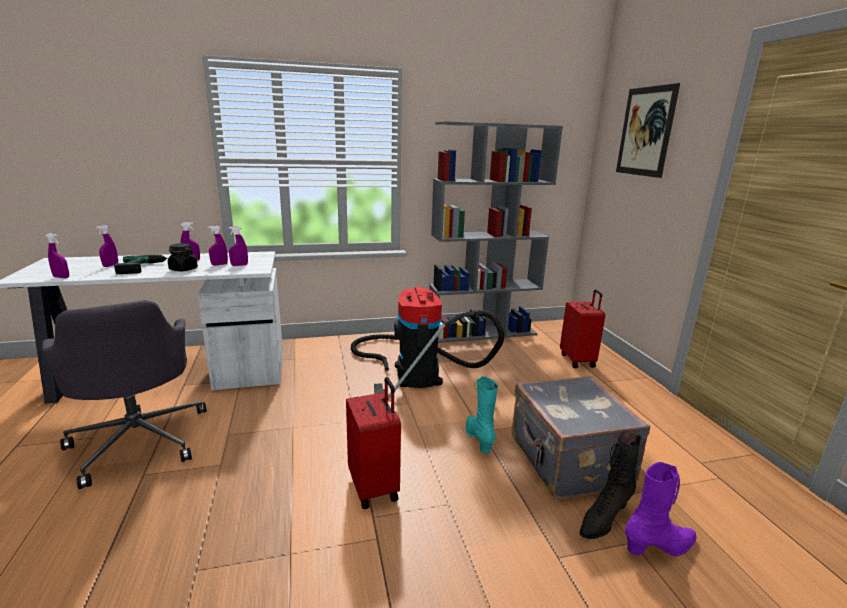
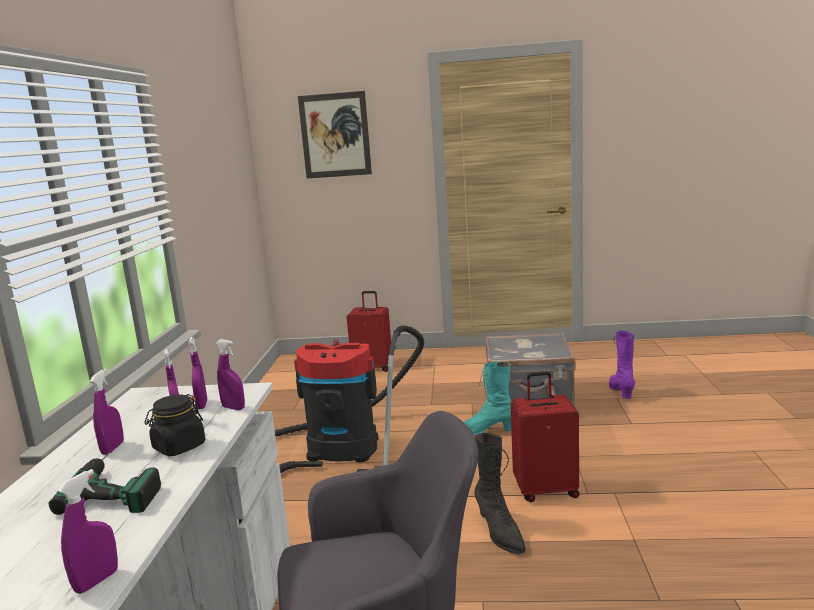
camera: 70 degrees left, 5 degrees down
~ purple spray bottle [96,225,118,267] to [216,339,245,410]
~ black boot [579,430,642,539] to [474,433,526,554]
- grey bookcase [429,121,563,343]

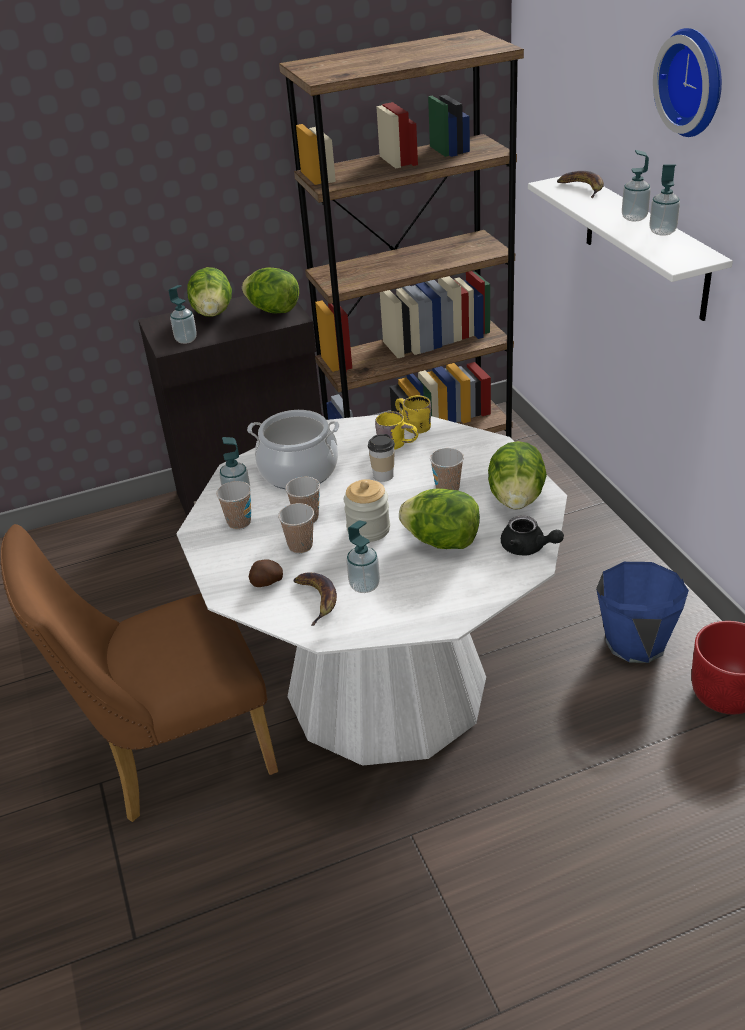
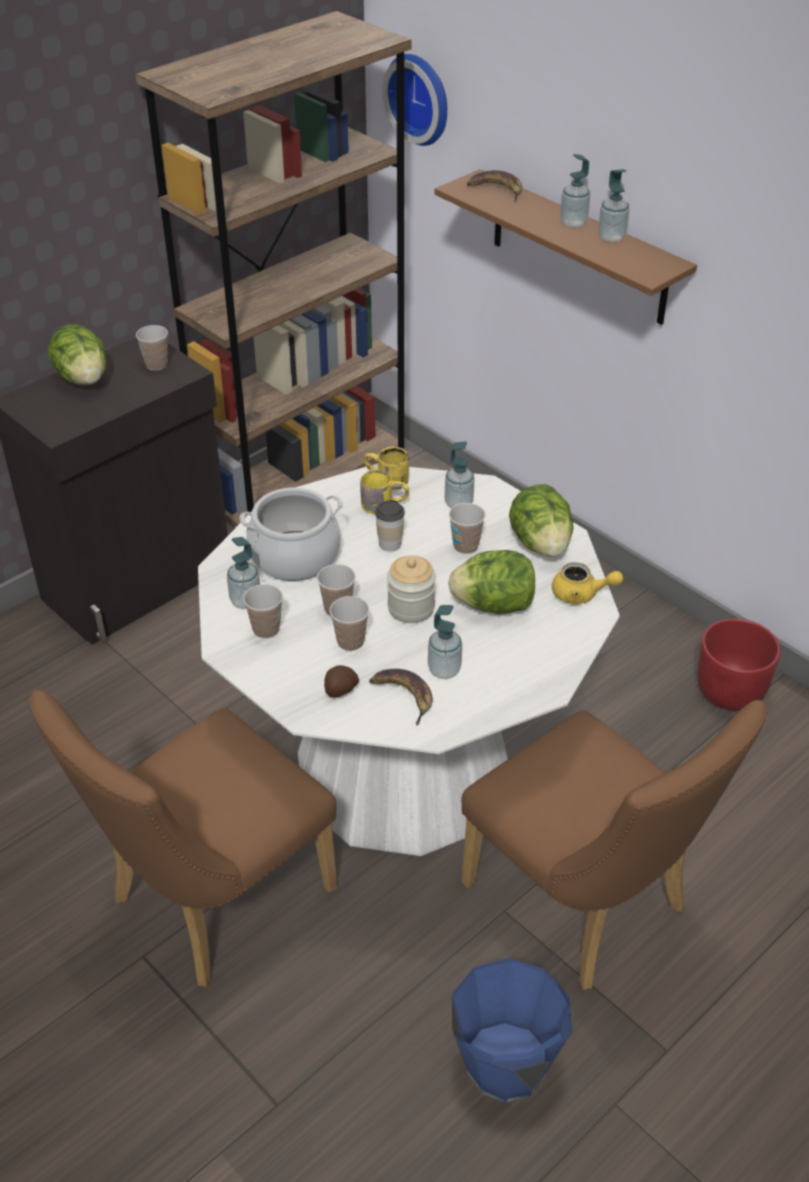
camera: 25 degrees left, 5 degrees up
~ lettuce [242,268,299,313] to cup [136,325,168,371]
~ wall clock [653,28,722,137] to [382,54,447,146]
~ white shelf [528,176,733,321] to brown shelf [434,169,697,325]
~ soap dispenser [169,285,197,344] to [445,441,475,508]
~ blue bucket [596,562,689,663] to [452,958,572,1102]
+ brown chair [461,700,768,990]
~ black teapot [501,516,564,555] to yellow teapot [552,562,623,604]

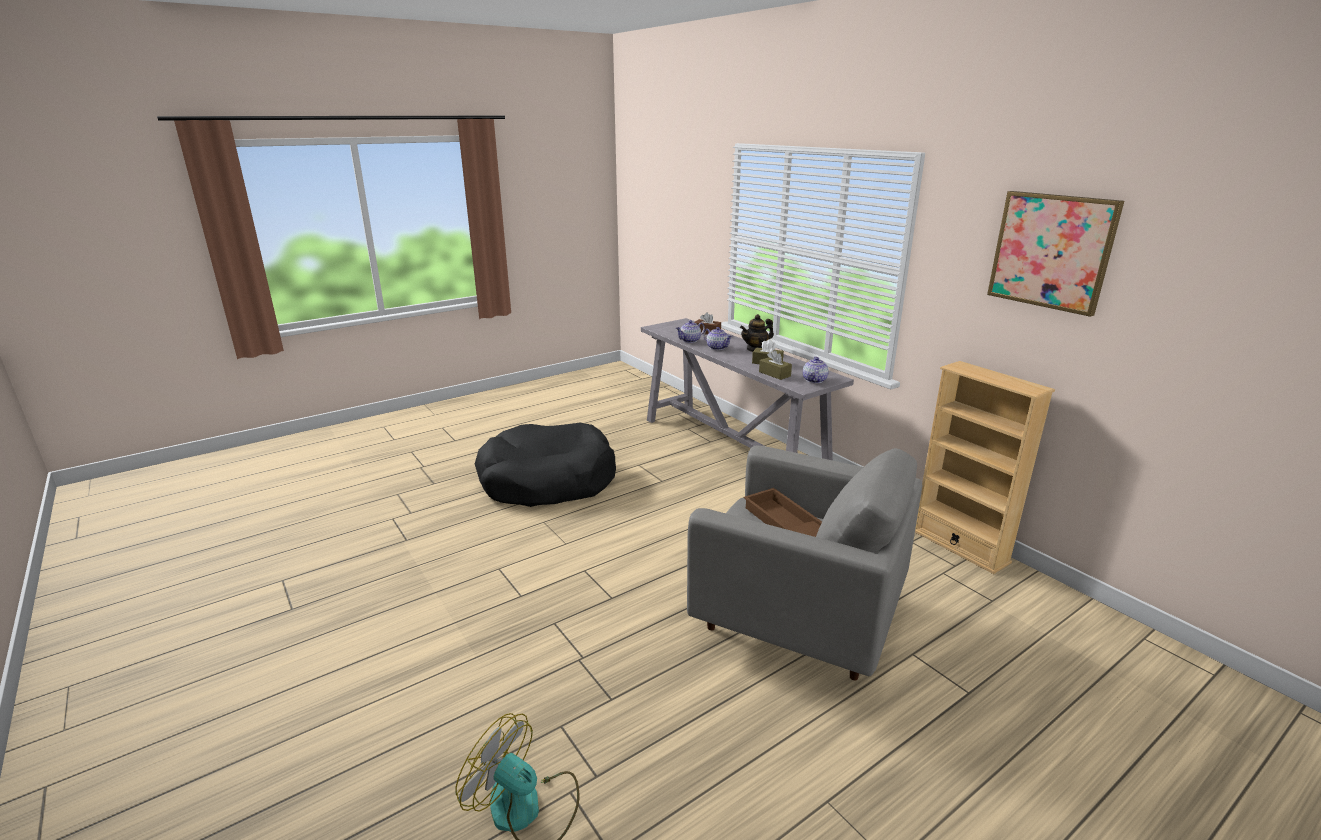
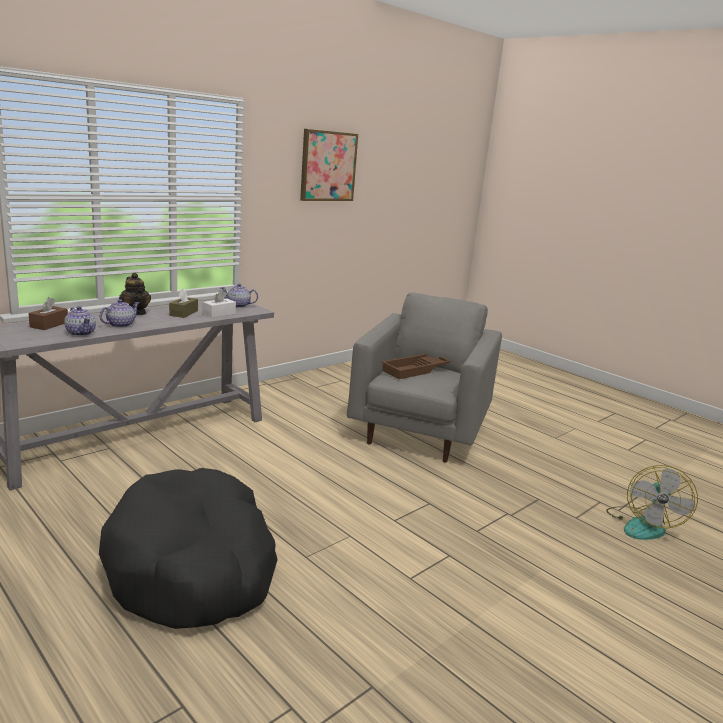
camera: 100 degrees left, 5 degrees down
~ brown tissue box [759,350,792,380] to white tissue box [203,290,236,318]
- beige bookcase [915,361,1055,574]

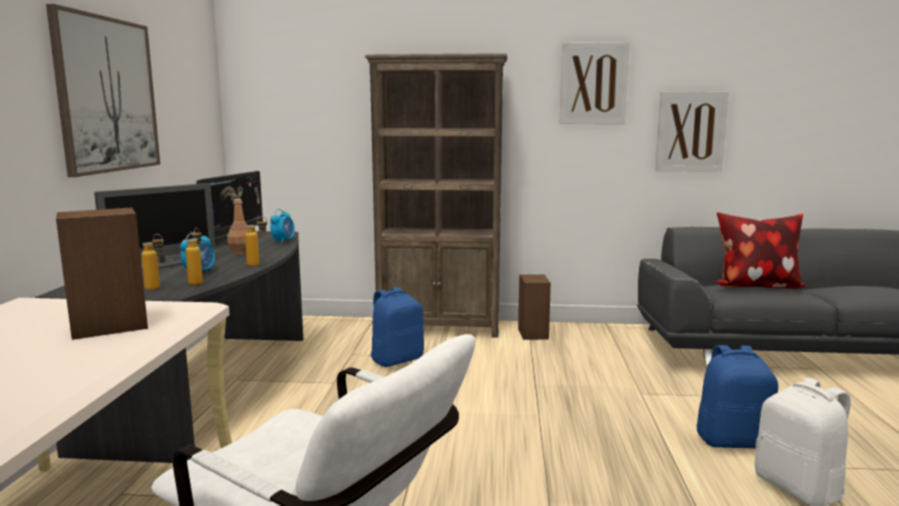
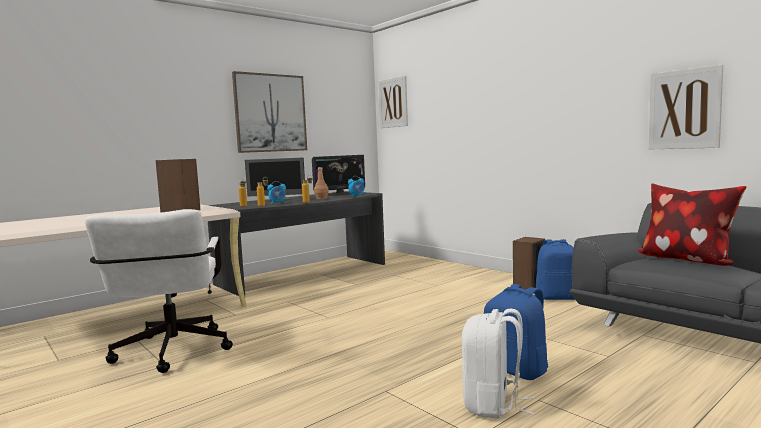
camera: 45 degrees right, 5 degrees down
~ picture [559,42,630,124] to [379,76,408,128]
~ blue backpack [371,287,424,367] to [536,239,575,300]
- brown bookcase [365,53,507,338]

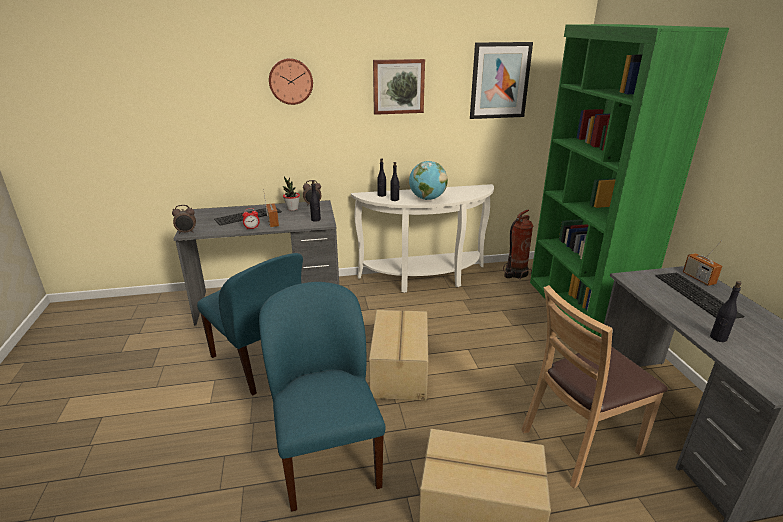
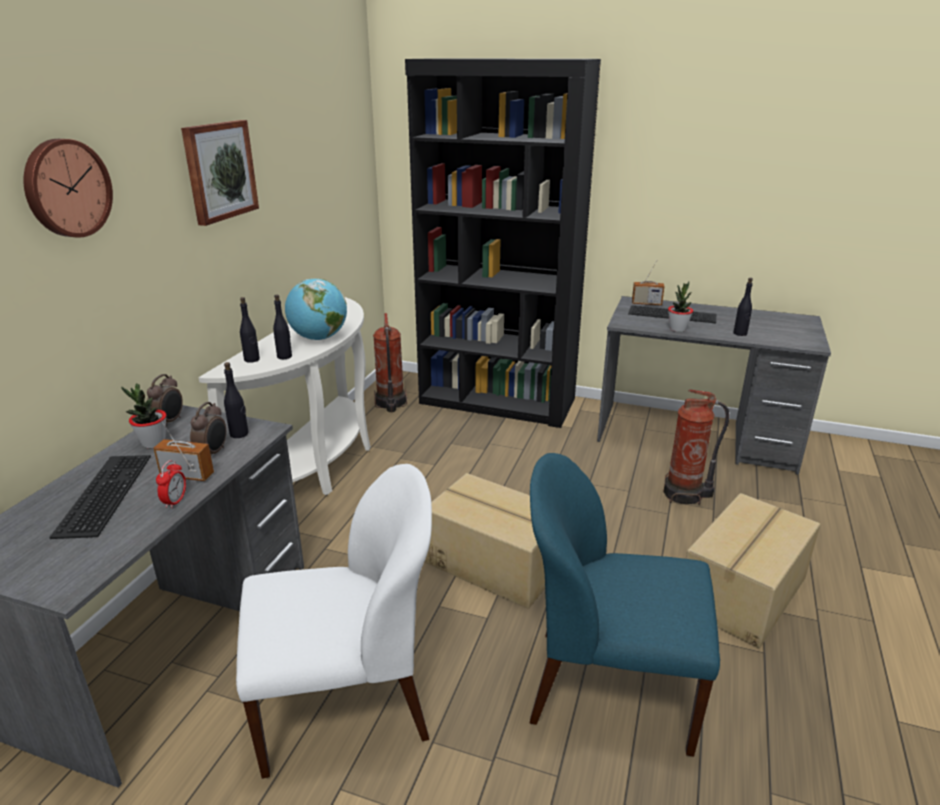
camera: 60 degrees left, 0 degrees up
~ alarm clock [172,205,196,234] to [190,402,226,455]
~ blue chair [197,253,303,395] to white chair [236,464,432,779]
~ green bookcase [530,24,729,337] to black bookcase [405,58,601,428]
~ brown chair [521,285,668,489] to fire extinguisher [664,389,730,505]
+ potted plant [668,282,693,332]
- picture [470,42,533,119]

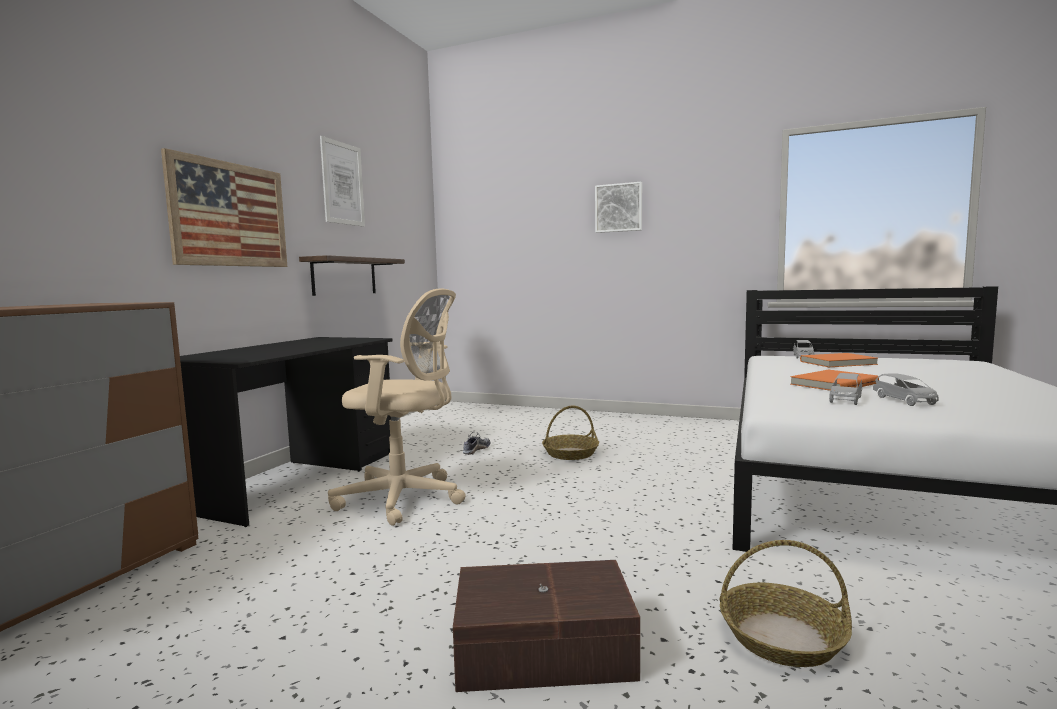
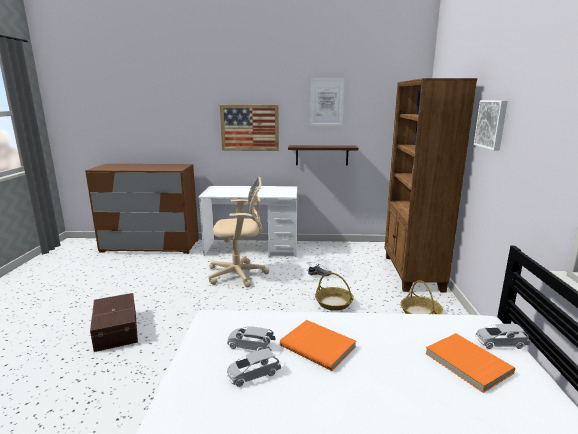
camera: 70 degrees right, 10 degrees up
~ black desk [180,337,393,527] to white desk [198,186,297,257]
~ beige office chair [328,289,466,526] = [208,177,269,287] 90 degrees counterclockwise
+ brown bookcase [385,78,477,292]
~ basket [719,540,852,667] to [400,280,443,314]

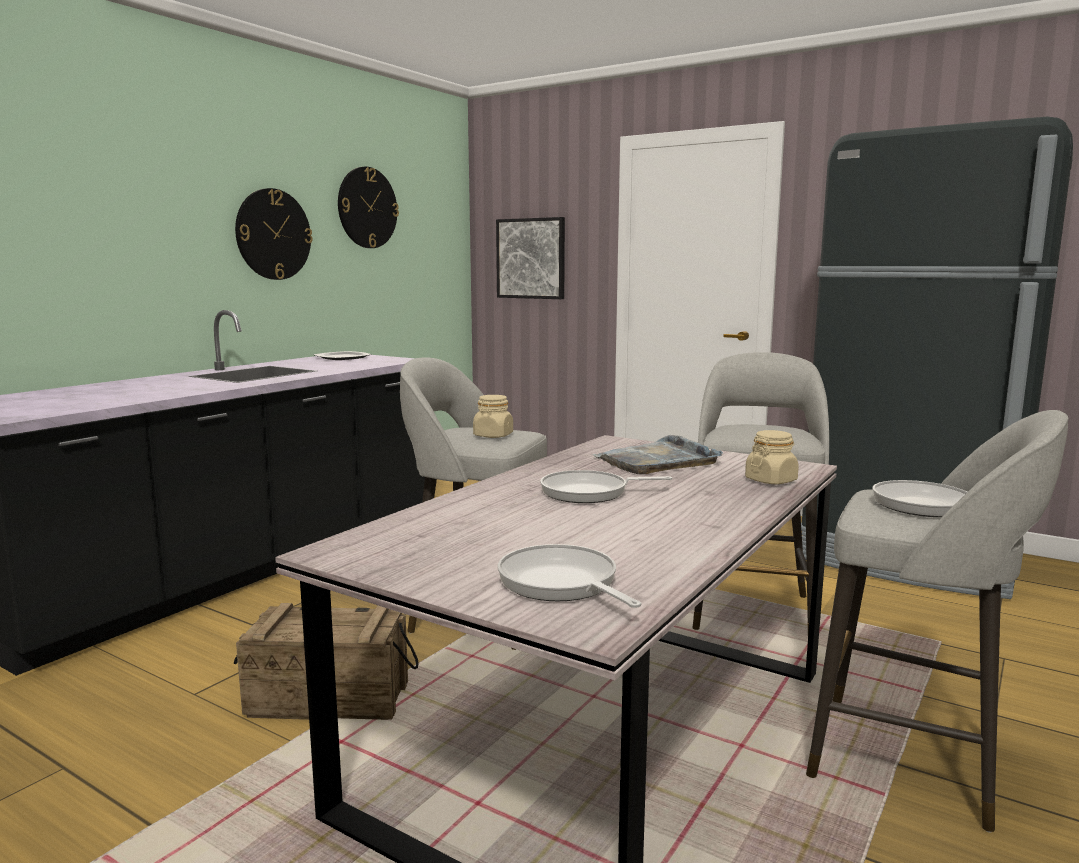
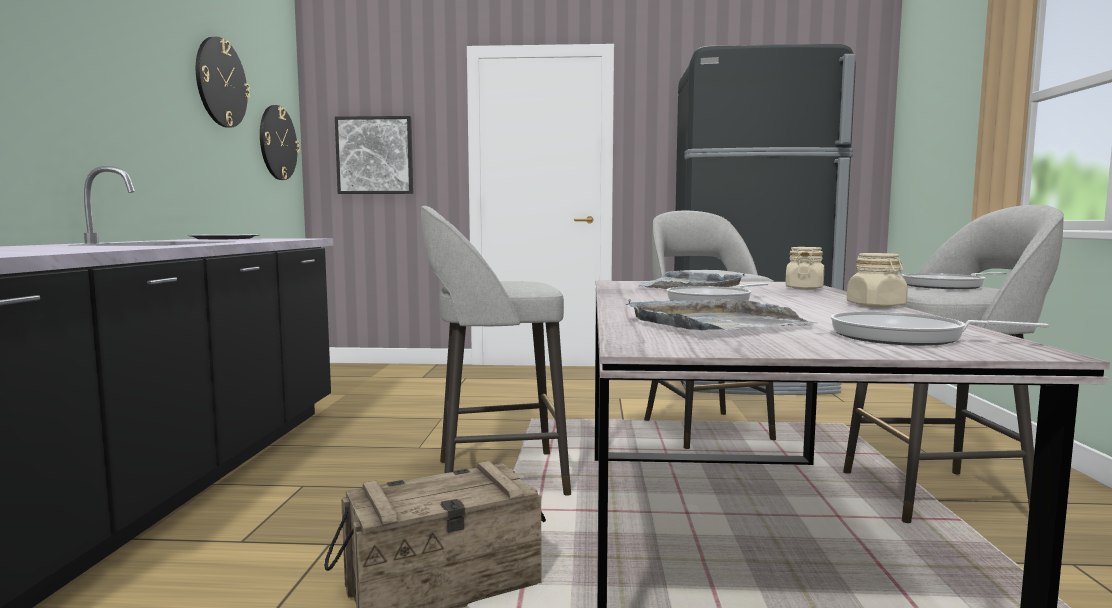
camera: 30 degrees left, 5 degrees down
~ wall clock [235,188,313,280] to [260,105,300,180]
+ grey tray [625,298,817,330]
~ beige jar [473,395,513,438] to [847,253,908,308]

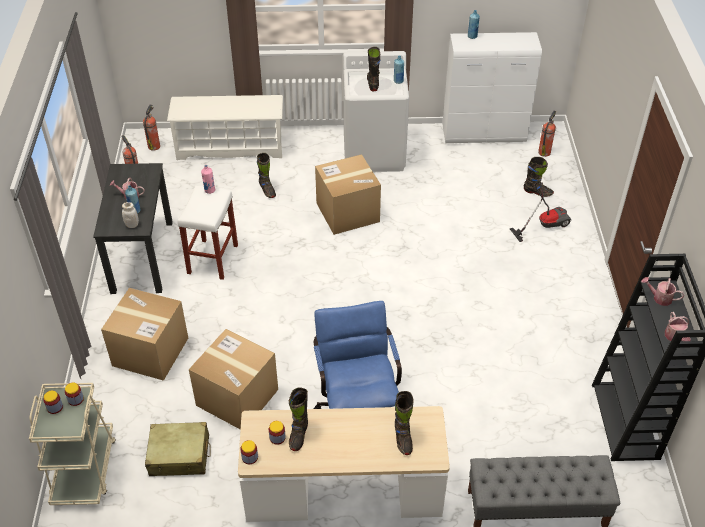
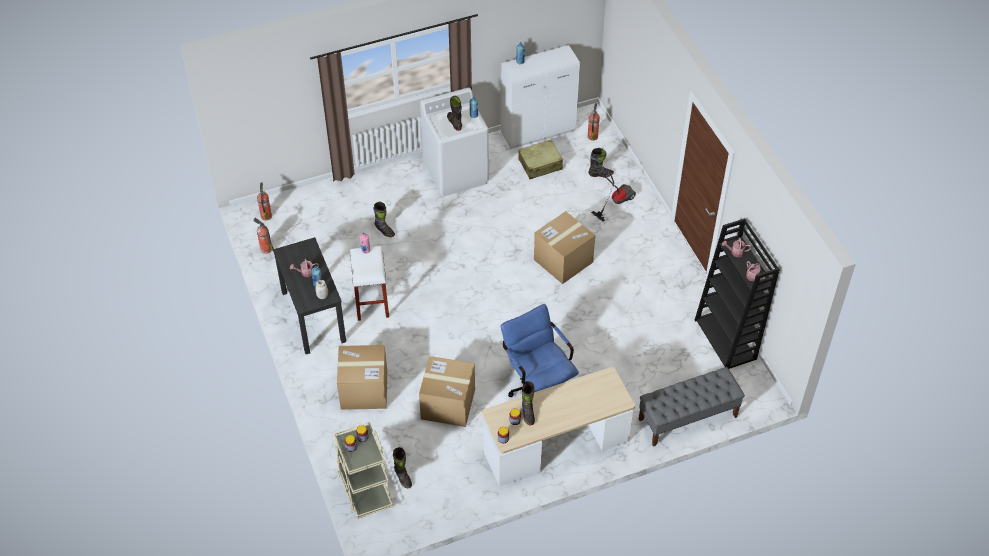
camera: 20 degrees left, 5 degrees up
~ black boot [395,391,414,455] to [393,447,412,488]
~ beige suitcase [145,422,211,476] to [518,140,563,179]
~ cardboard box [315,154,381,235] to [534,211,595,284]
- white shoe rack [167,95,283,160]

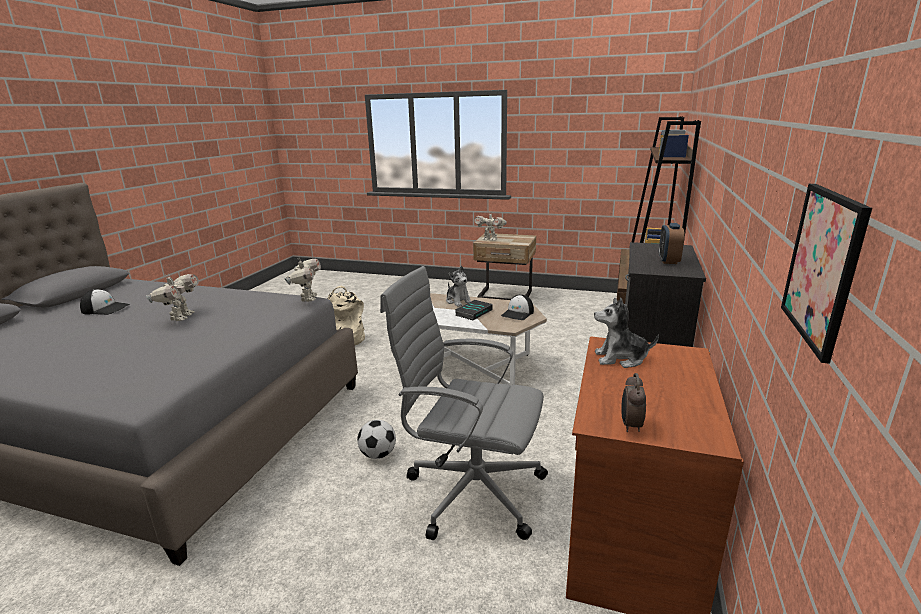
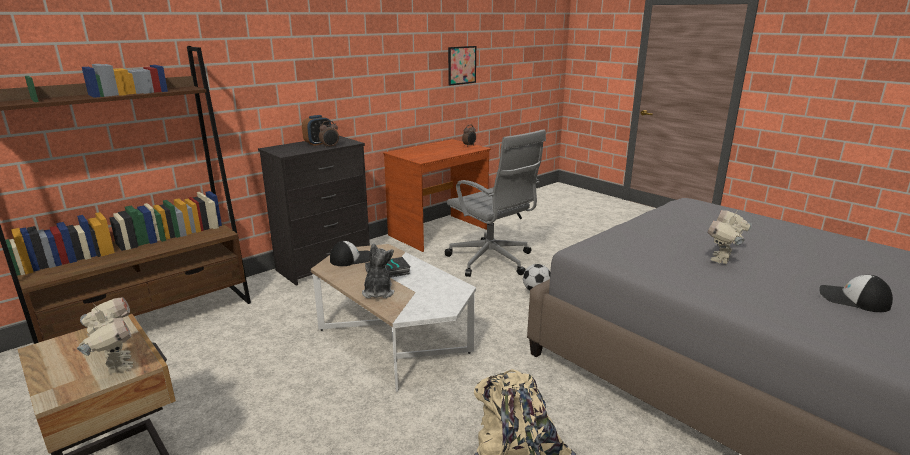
camera: 150 degrees left, 0 degrees up
+ alarm clock [319,121,339,148]
- toy robot [285,258,321,302]
- plush toy [594,298,659,368]

